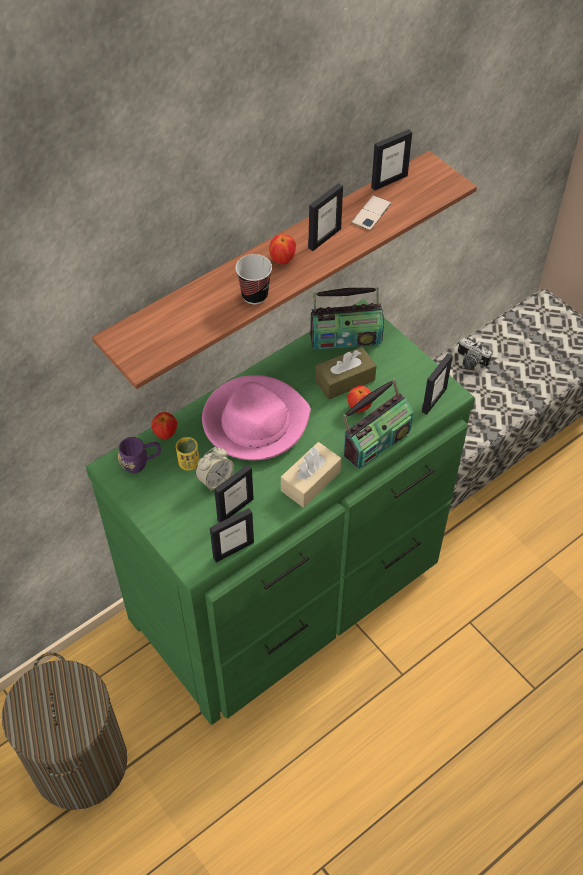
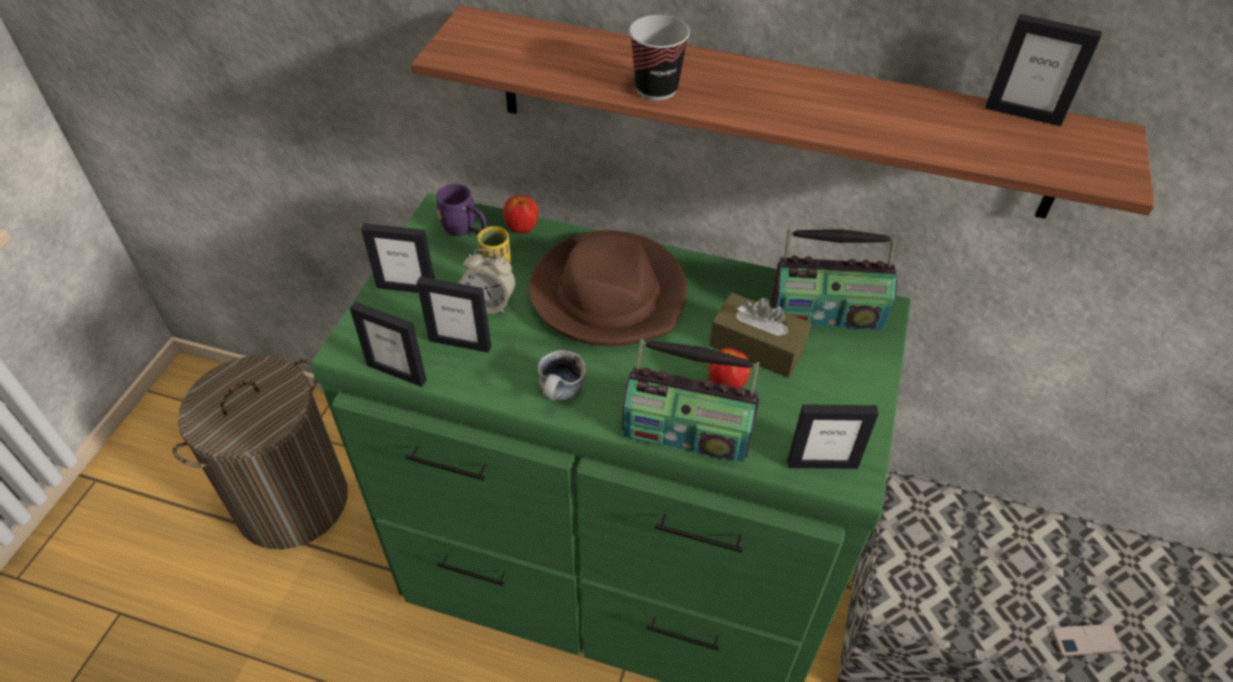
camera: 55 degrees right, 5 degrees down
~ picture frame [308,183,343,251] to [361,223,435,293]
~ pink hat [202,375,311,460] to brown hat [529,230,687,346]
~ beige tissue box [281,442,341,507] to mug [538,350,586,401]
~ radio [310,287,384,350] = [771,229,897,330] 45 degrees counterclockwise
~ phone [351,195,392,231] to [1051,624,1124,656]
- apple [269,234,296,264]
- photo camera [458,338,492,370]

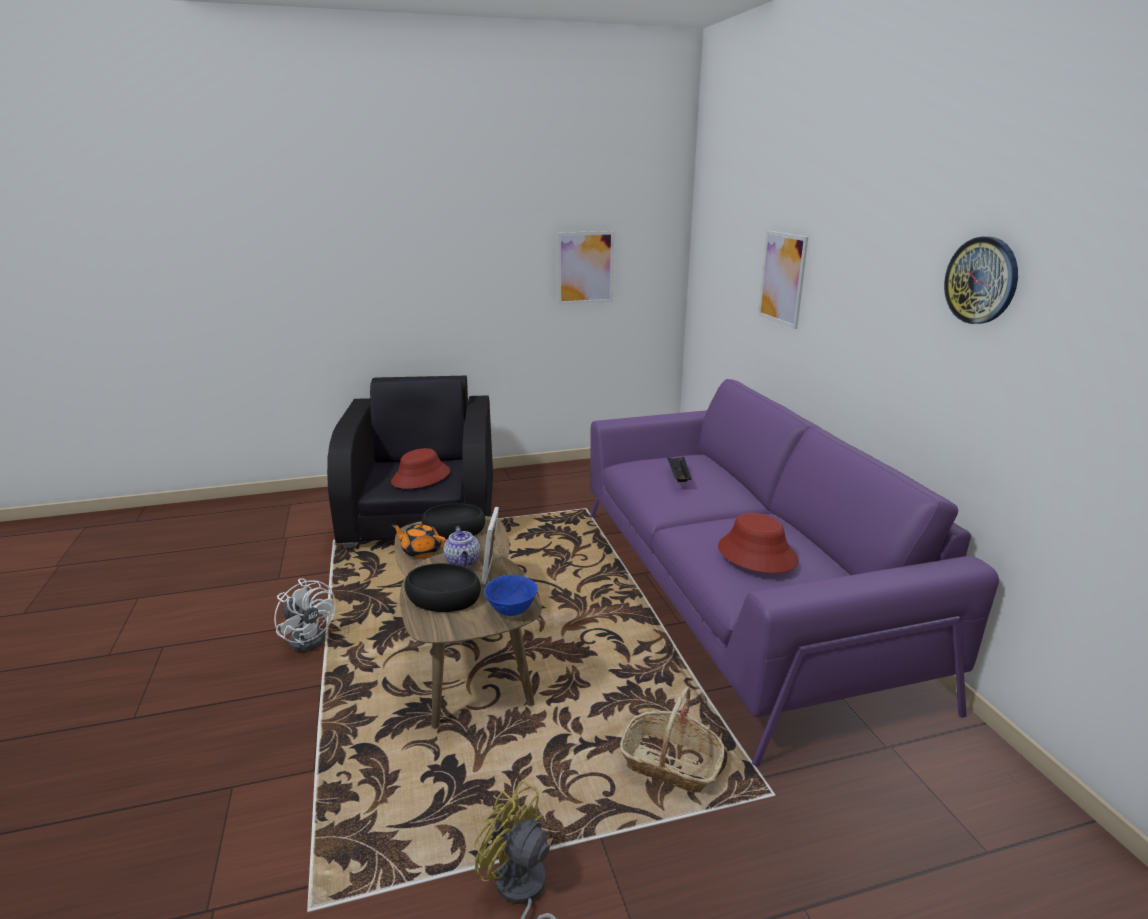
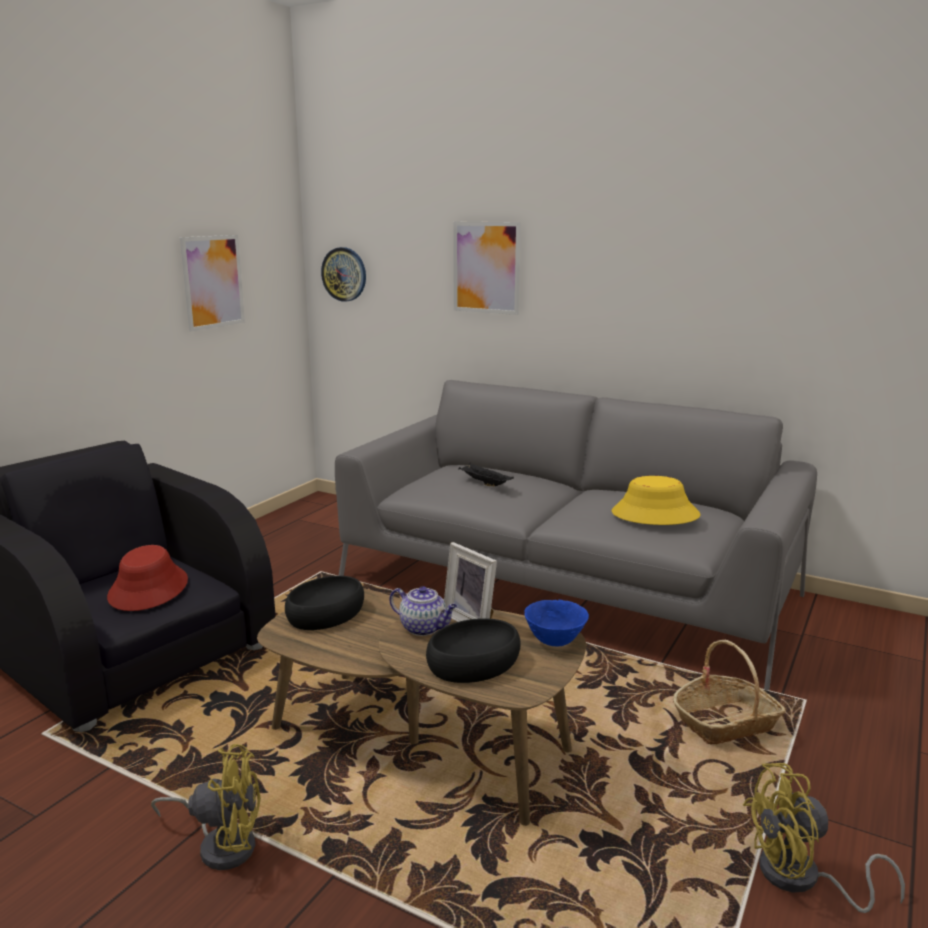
camera: 45 degrees left, 5 degrees down
~ white fan [274,578,336,652] to yellow fan [151,744,261,870]
~ wall clock [944,236,1018,324] to [321,247,366,302]
~ purple sofa [590,379,999,766] to grey sofa [335,380,817,690]
~ red hat [718,513,798,573] to yellow hat [612,476,700,525]
- orange teapot [392,523,446,558]

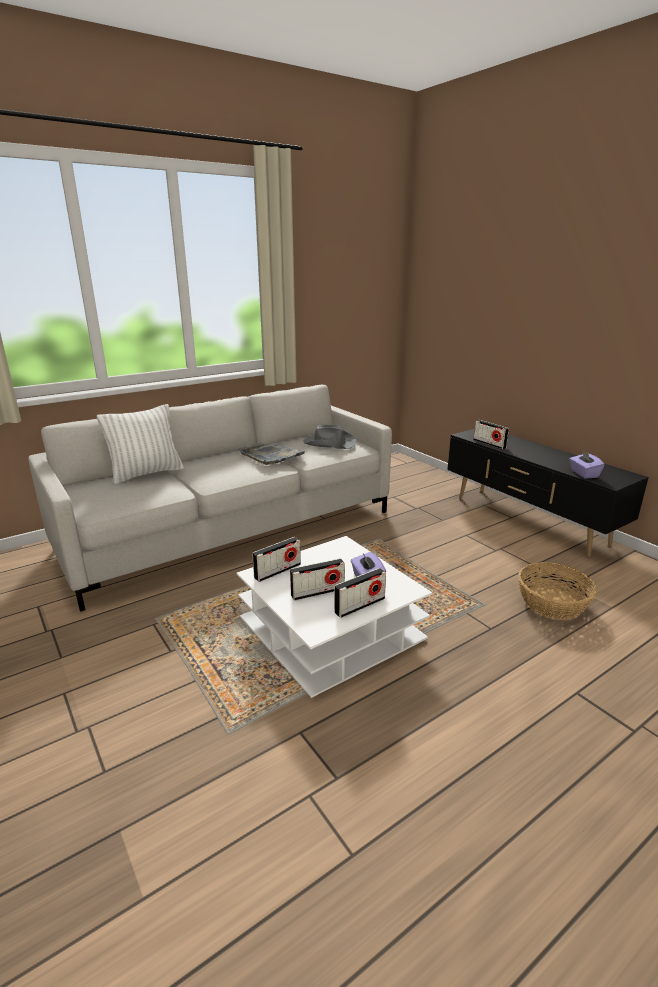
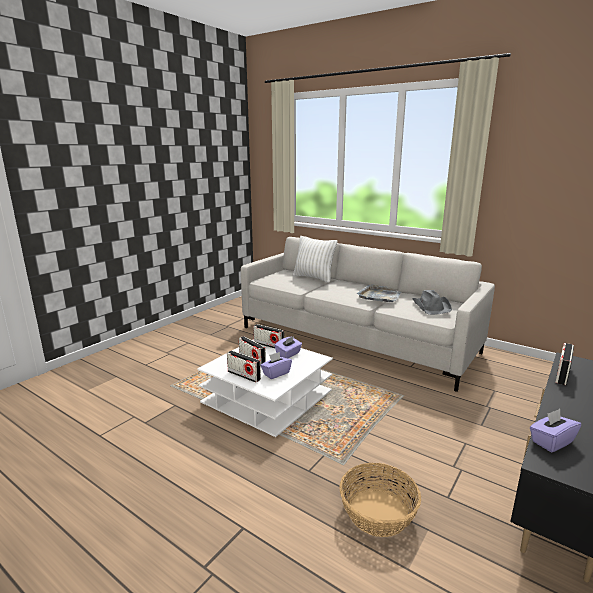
camera: 70 degrees right, 5 degrees down
+ purple tissue box [275,336,302,358]

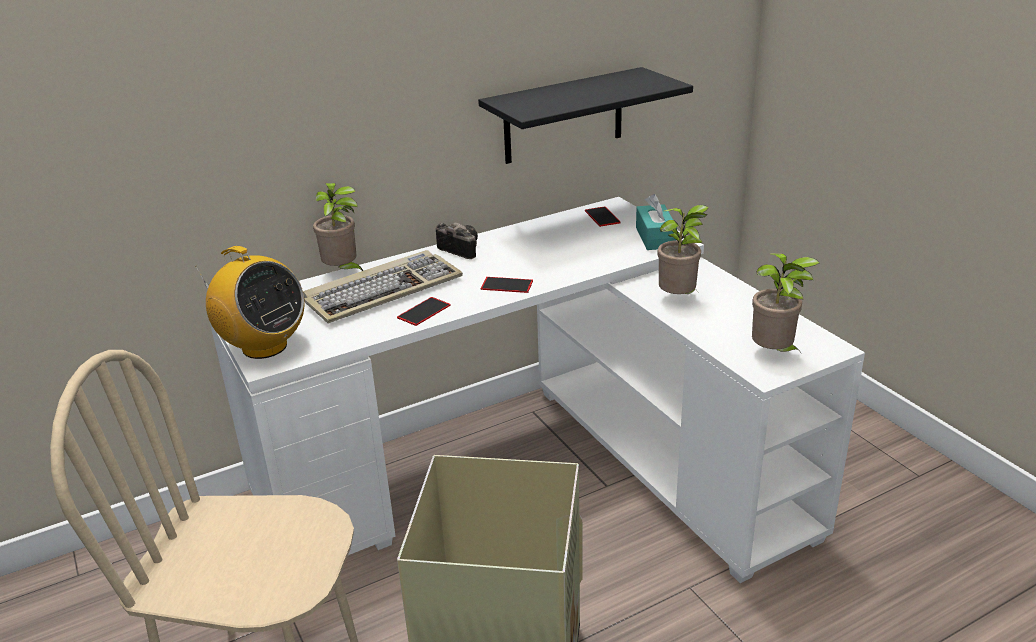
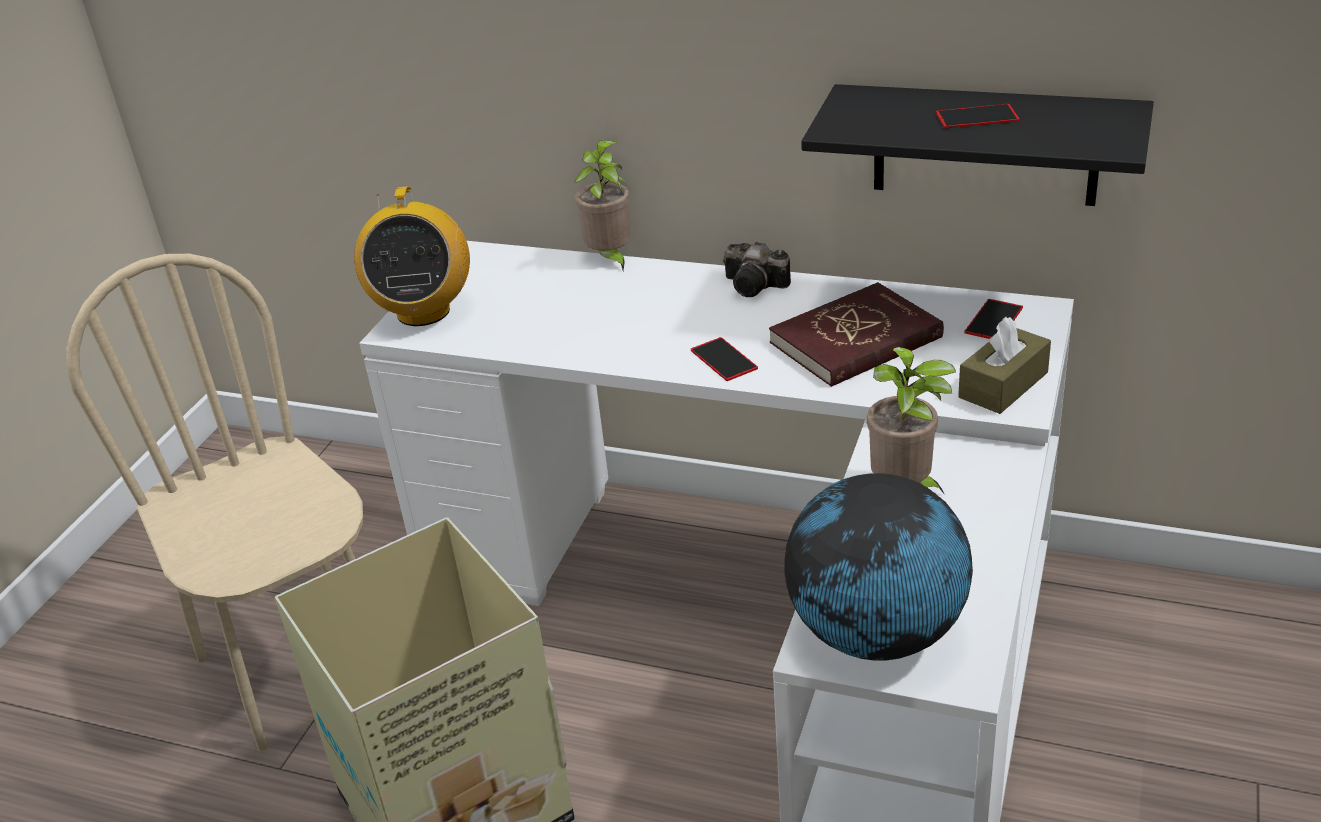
camera: 50 degrees right, 5 degrees up
~ photo camera [436,223,478,259] = [723,242,791,297] 120 degrees clockwise
+ red book [769,282,944,387]
~ potted plant [752,253,820,354] to globe [784,473,973,660]
~ phone [397,297,451,326] to [936,104,1019,128]
~ turquoise tissue box [636,194,677,250] to brown tissue box [958,317,1051,414]
- keyboard [303,250,463,323]

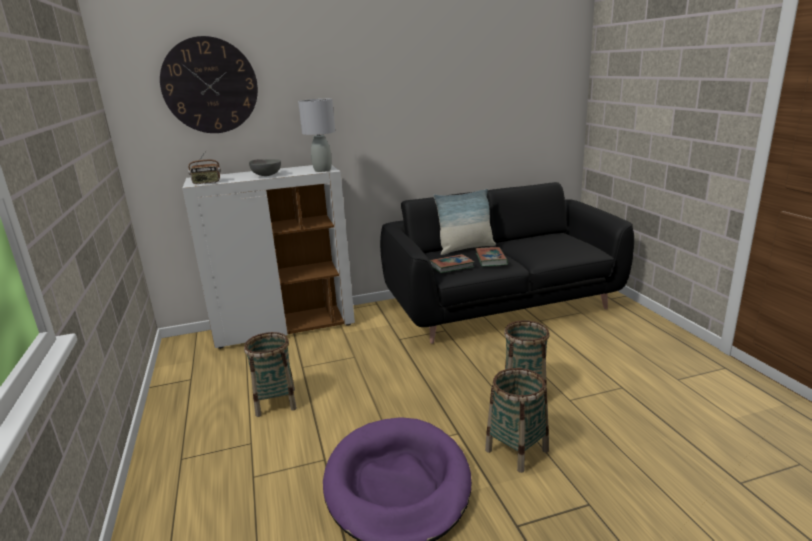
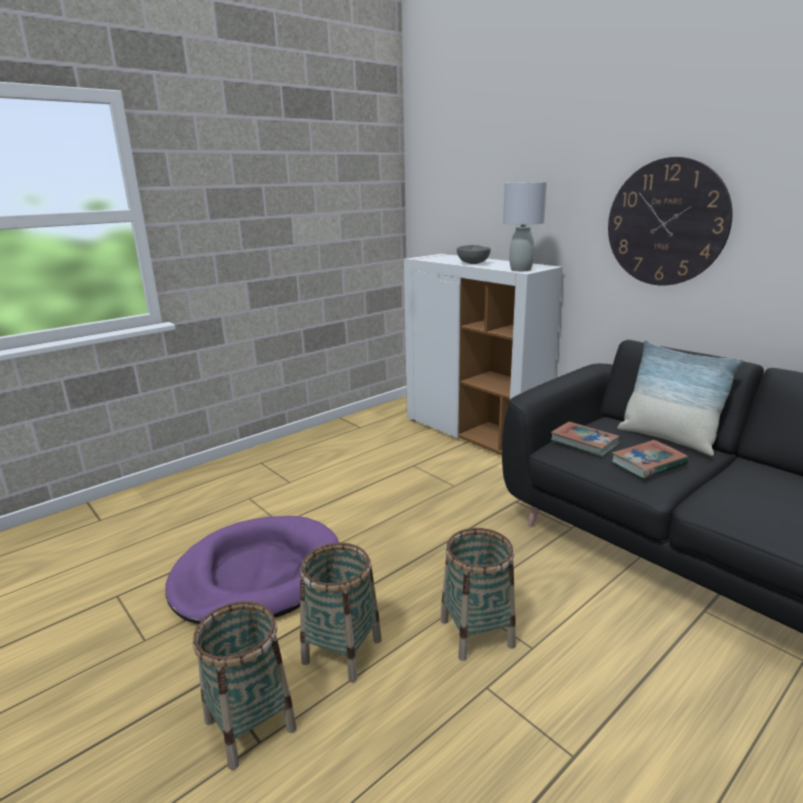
camera: 65 degrees right, 0 degrees up
~ basket [244,332,297,417] to [193,601,297,770]
~ wall clock [160,36,258,133] to [608,157,733,285]
- radio [188,150,221,184]

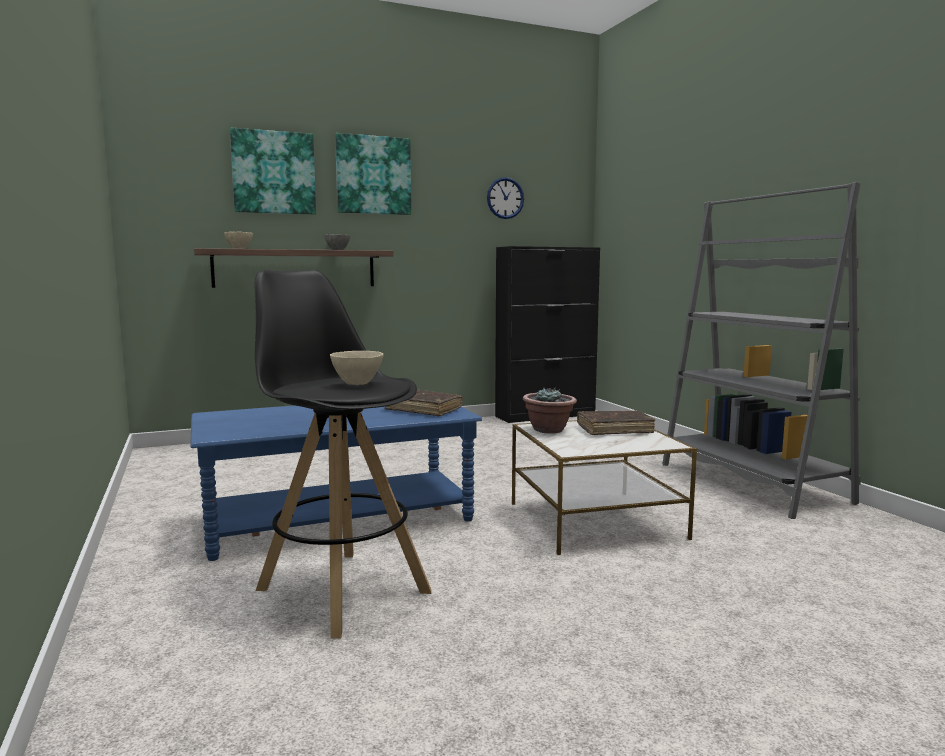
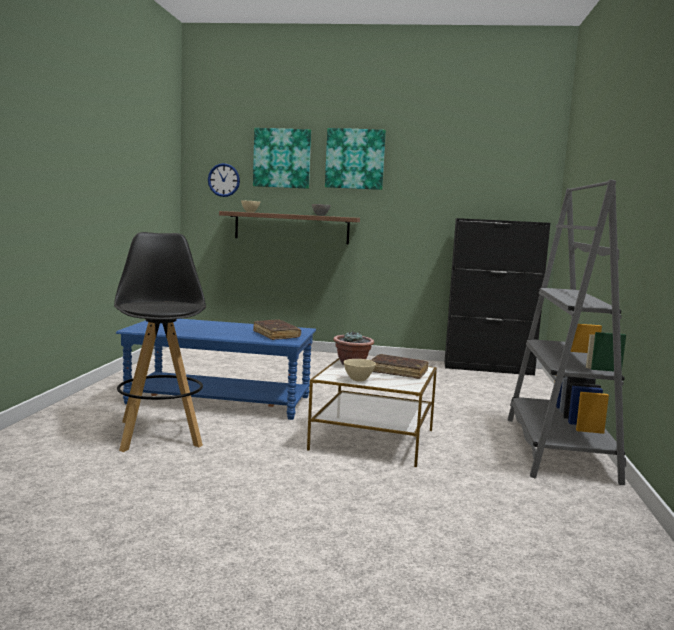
camera: 30 degrees right, 0 degrees up
~ wall clock [487,177,524,219] to [208,163,240,197]
~ beige bowl [330,351,383,385] to [344,359,376,382]

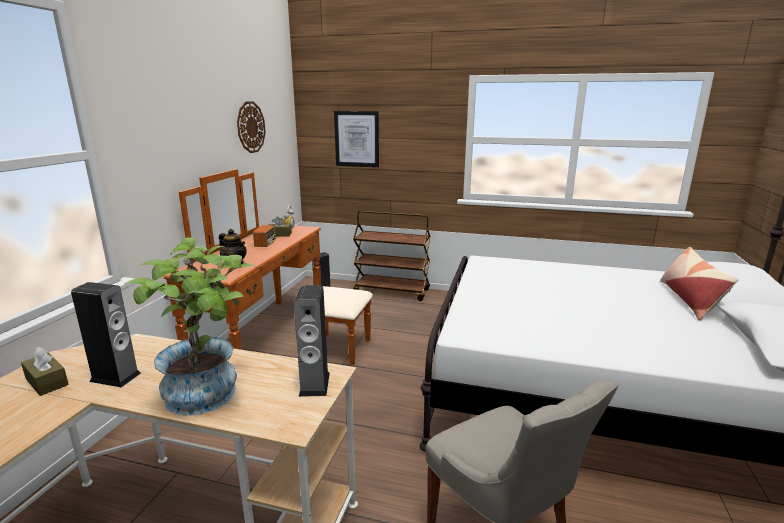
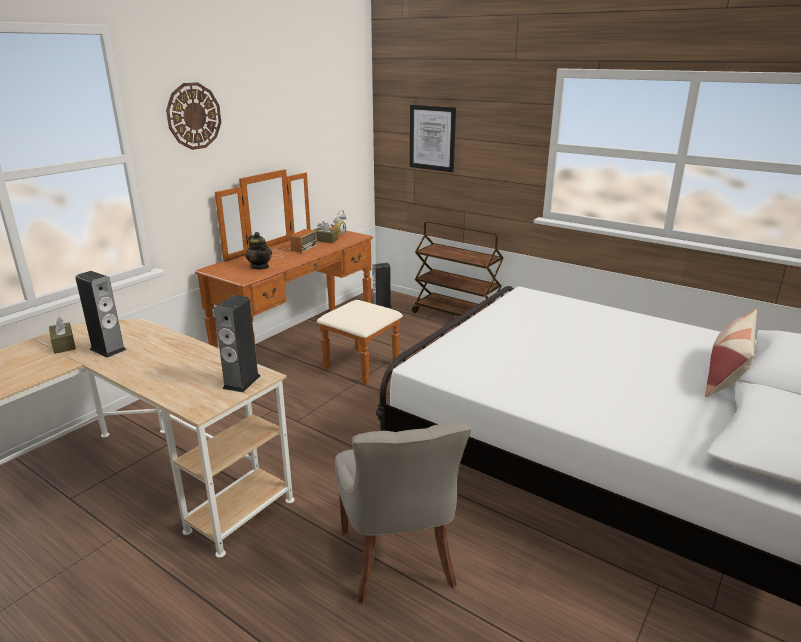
camera: 20 degrees right, 5 degrees up
~ wall clock [237,101,266,153] to [166,82,221,150]
- potted plant [124,238,259,416]

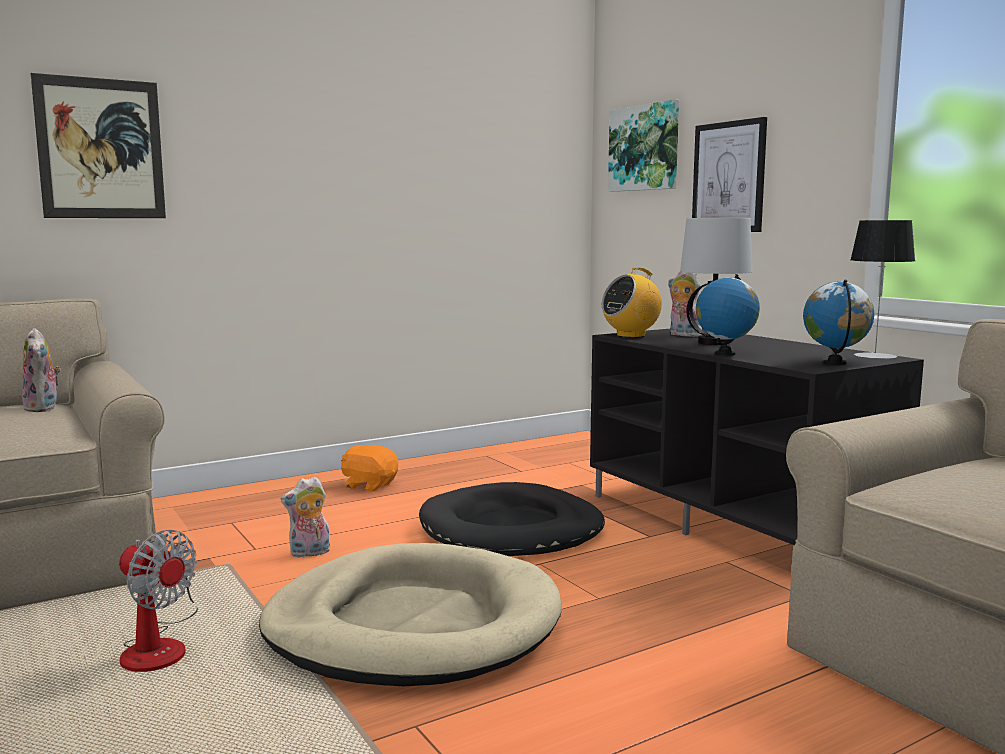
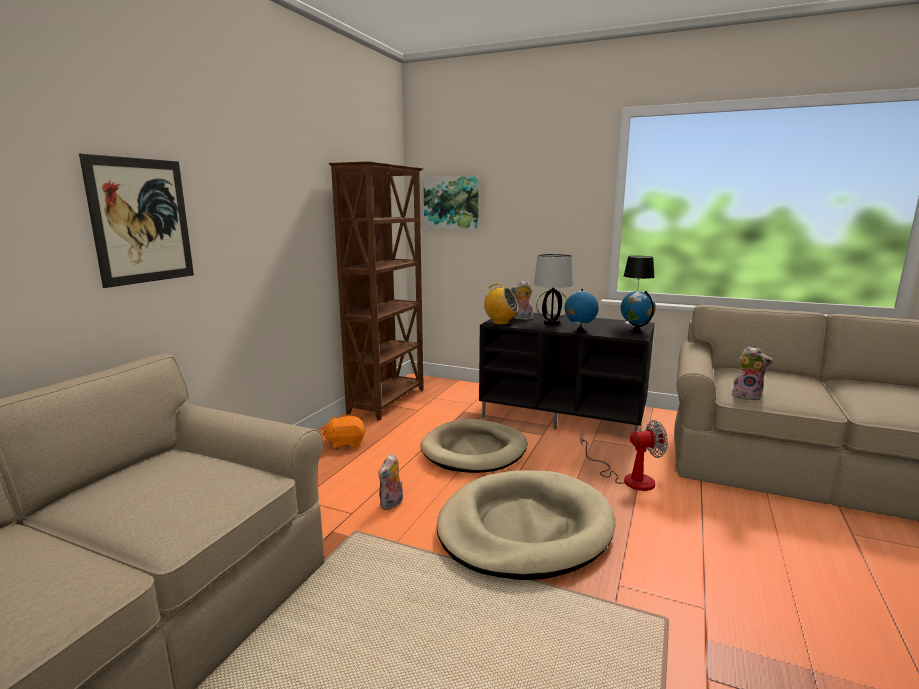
camera: 35 degrees left, 5 degrees up
+ brown bookcase [329,161,424,420]
~ black dog bed [419,482,605,556] to beige dog bed [420,419,527,473]
~ radio [601,267,662,338] = [481,283,519,325] 90 degrees counterclockwise
~ fan [119,530,198,672] to [580,420,668,491]
~ plush toy [22,328,61,412] to [732,346,773,401]
- picture [692,117,767,232]

